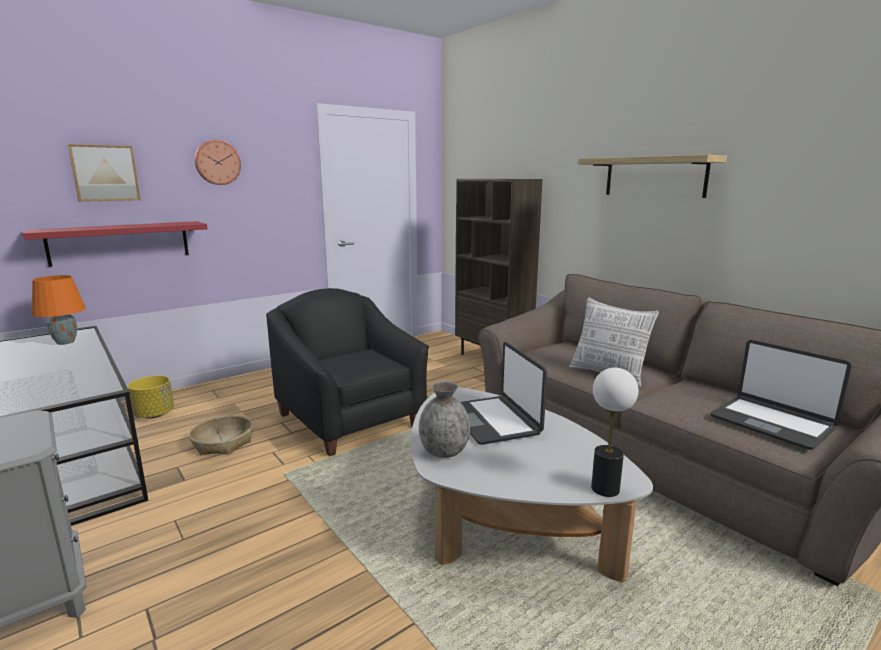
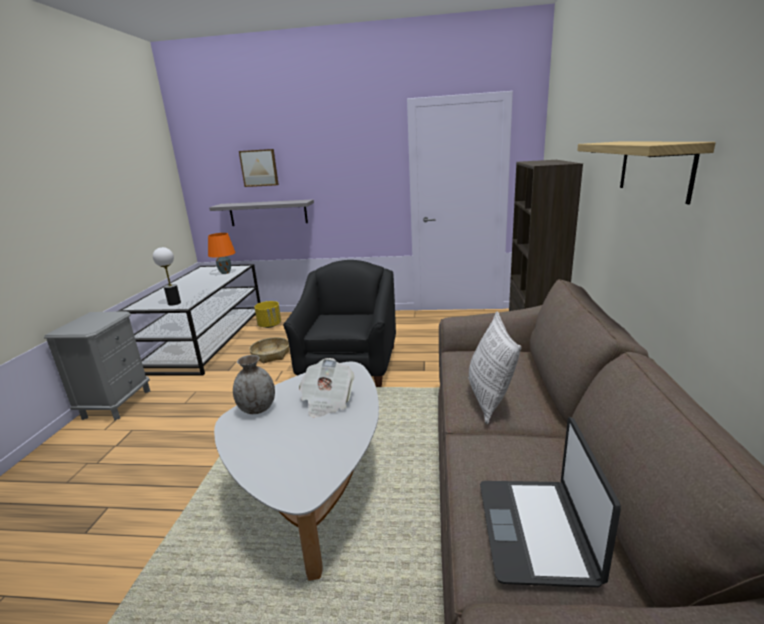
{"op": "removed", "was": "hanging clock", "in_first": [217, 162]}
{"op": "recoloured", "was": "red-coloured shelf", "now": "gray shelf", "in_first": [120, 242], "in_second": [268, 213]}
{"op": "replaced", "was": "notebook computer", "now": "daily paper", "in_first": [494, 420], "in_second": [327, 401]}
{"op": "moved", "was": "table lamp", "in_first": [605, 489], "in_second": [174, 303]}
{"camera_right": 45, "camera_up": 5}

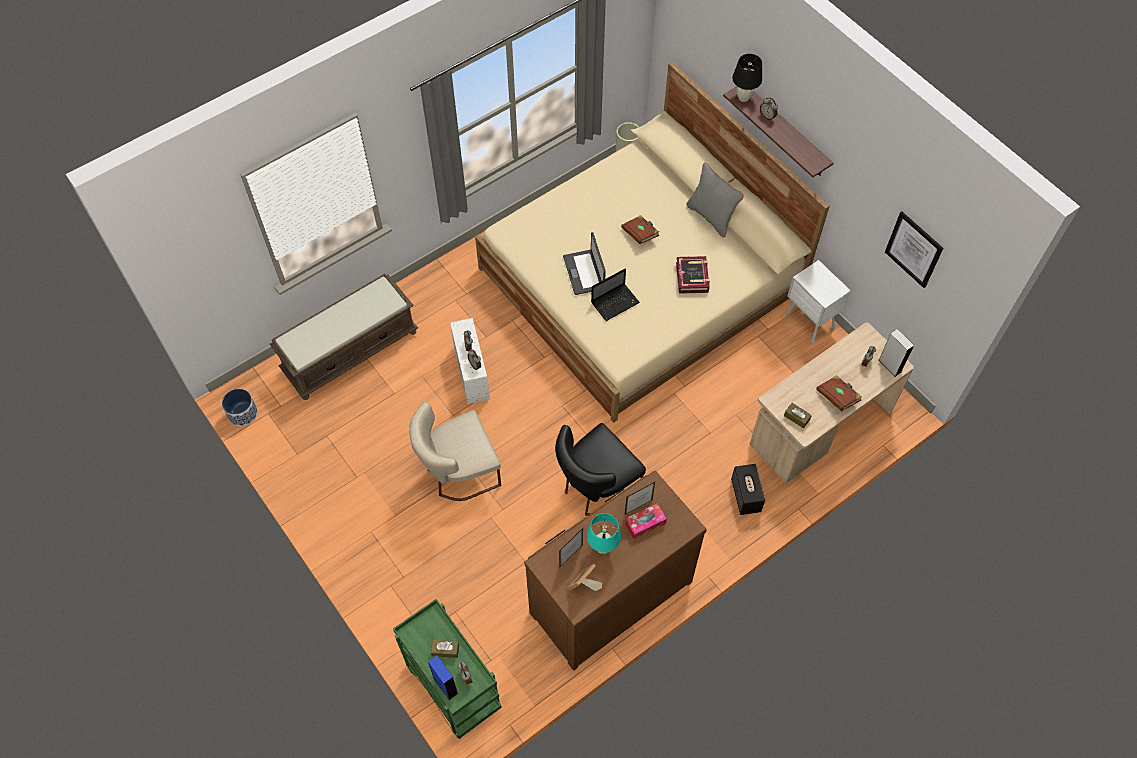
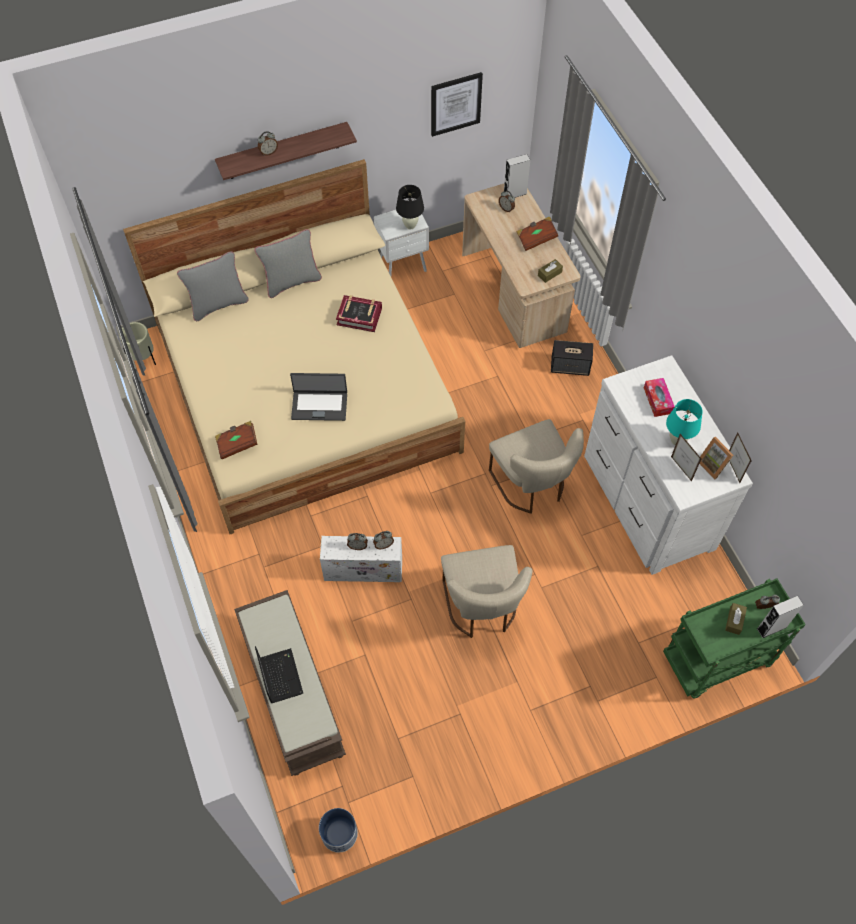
{"op": "moved", "was": "black-coloured table lamp", "in_first": [743, 97], "in_second": [410, 225]}
{"op": "moved", "was": "brown book", "in_first": [640, 234], "in_second": [237, 444]}
{"op": "moved", "was": "notebook computer", "in_first": [615, 302], "in_second": [280, 675]}
{"op": "recoloured", "was": "black-coloured chair", "now": "sand-coloured chair", "in_first": [595, 488], "in_second": [532, 485]}
{"op": "recoloured", "was": "brown dresser", "now": "whitish dresser", "in_first": [608, 595], "in_second": [646, 502]}
{"op": "moved", "was": "photo frame", "in_first": [638, 507], "in_second": [733, 469]}
{"op": "recoloured", "was": "blue loudspeaker", "now": "gray loudspeaker", "in_first": [445, 685], "in_second": [771, 628]}
{"op": "added", "now": "gray pillow", "in_second": [218, 304]}
{"camera_right": -75, "camera_up": 0}

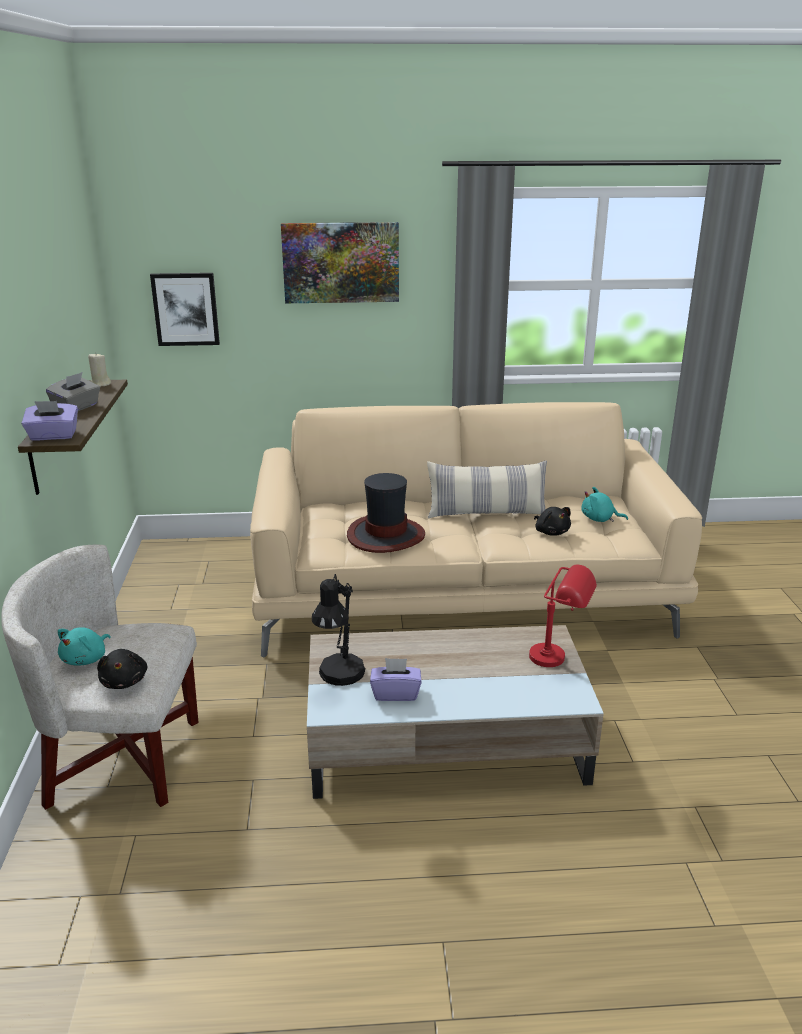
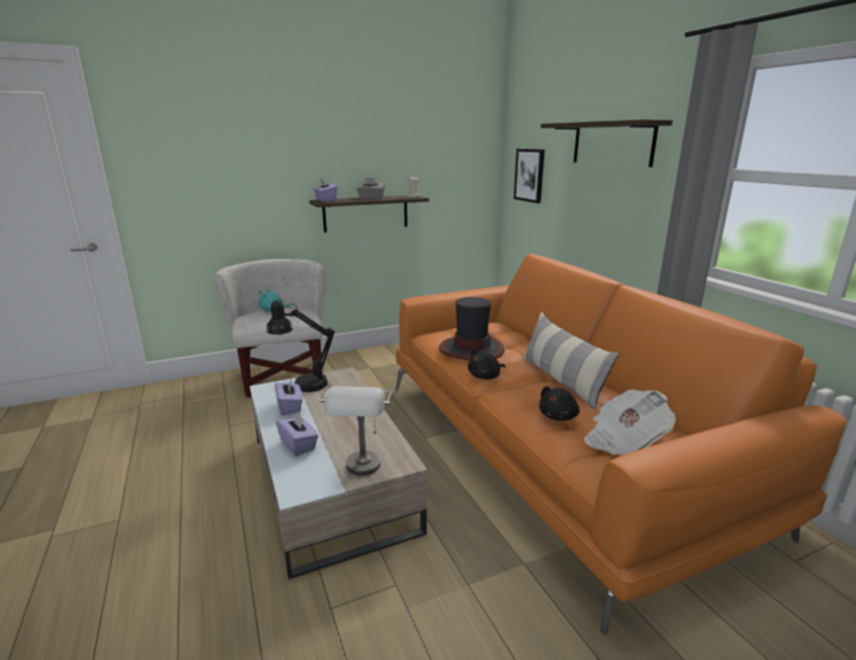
{"op": "replaced", "was": "wall art", "now": "shelf", "in_first": [341, 262], "in_second": [612, 143]}
{"op": "recoloured", "was": "sand-coloured couch", "now": "orange couch", "in_first": [463, 590], "in_second": [552, 450]}
{"op": "replaced", "was": "turquoise-coloured plush toy", "now": "daily paper", "in_first": [599, 519], "in_second": [624, 440]}
{"op": "recoloured", "was": "red-coloured table lamp", "now": "gray table lamp", "in_first": [559, 659], "in_second": [362, 472]}
{"op": "moved", "was": "black-coloured plush toy", "in_first": [124, 681], "in_second": [485, 376]}
{"op": "added", "now": "purplish box of tissues", "in_second": [298, 445]}
{"camera_right": 70, "camera_up": -5}

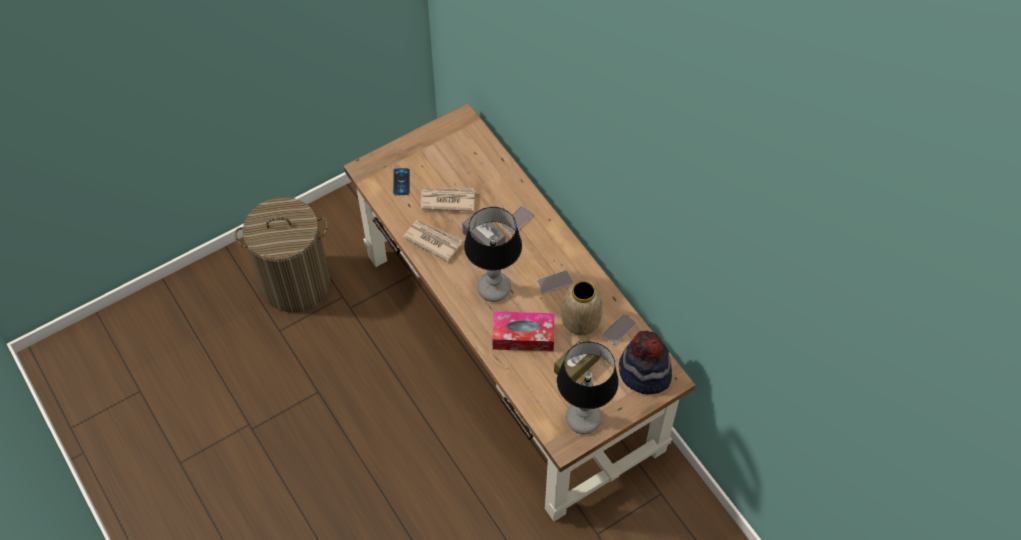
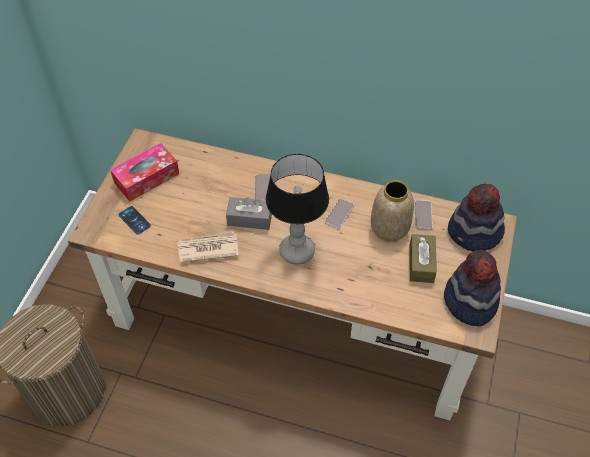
{"op": "removed", "was": "daily paper", "in_first": [447, 200]}
{"op": "moved", "was": "box of tissues", "in_first": [523, 336], "in_second": [146, 178]}
{"op": "replaced", "was": "table lamp", "now": "hat", "in_first": [582, 419], "in_second": [469, 301]}
{"camera_right": -40, "camera_up": -5}

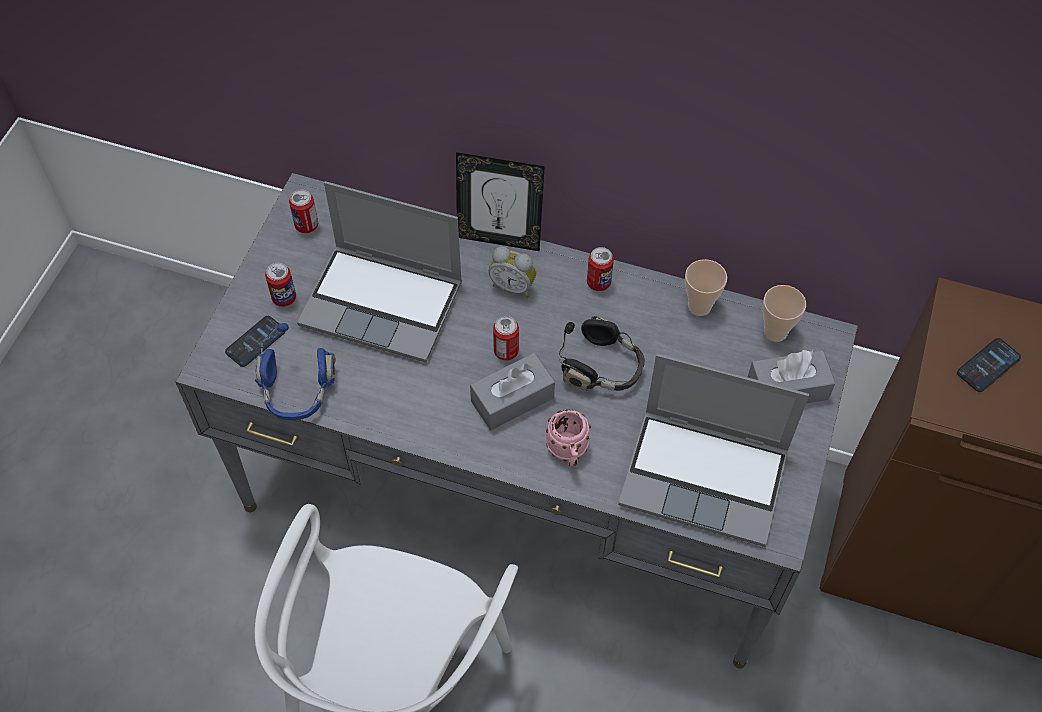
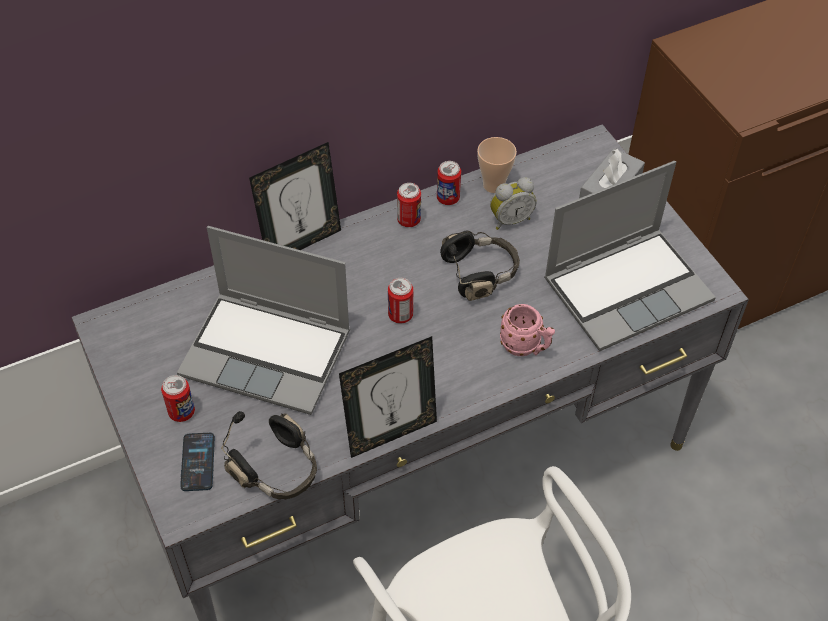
{"op": "turned", "was": "notebook computer", "in_first": [384, 303], "in_second": [269, 353], "clockwise": 45}
{"op": "moved", "was": "can", "in_first": [306, 225], "in_second": [448, 198]}
{"op": "moved", "was": "bedside clock", "in_first": [513, 286], "in_second": [510, 219]}
{"op": "removed", "was": "drinking cup", "in_first": [775, 332]}
{"op": "recoloured", "was": "blue pair of headphones", "now": "black-coloured pair of headphones", "in_first": [297, 391], "in_second": [277, 470]}
{"op": "removed", "was": "telephone", "in_first": [988, 365]}
{"op": "removed", "was": "gray box of tissues", "in_first": [512, 399]}
{"op": "added", "now": "photo frame", "in_second": [390, 433]}
{"camera_right": -45, "camera_up": -5}

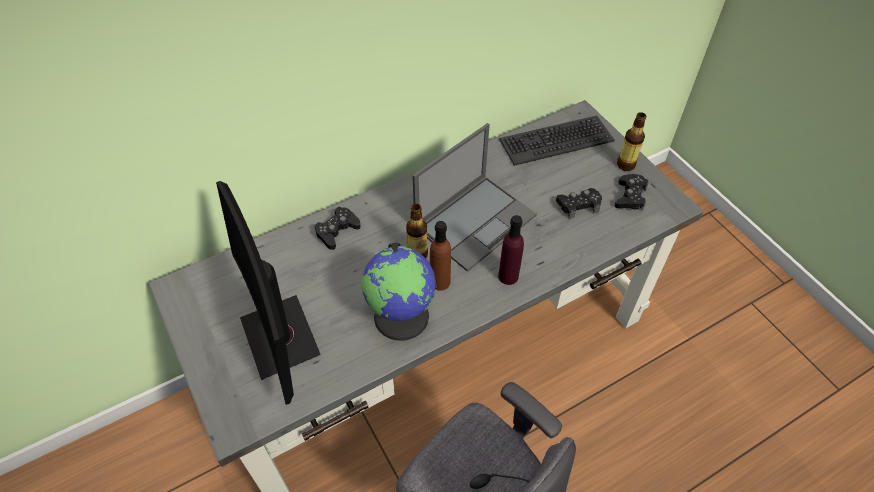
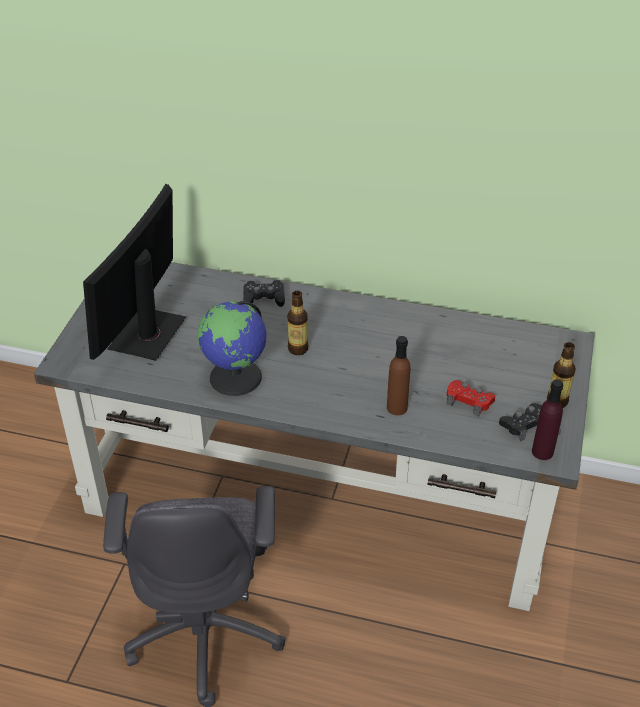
{"op": "removed", "was": "PC keyboard", "in_first": [556, 140]}
{"op": "removed", "was": "notebook computer", "in_first": [476, 220]}
{"op": "recoloured", "was": "black-coloured joypad", "now": "red-coloured joypad", "in_first": [578, 205], "in_second": [469, 401]}
{"op": "moved", "was": "purplish bottle", "in_first": [508, 276], "in_second": [542, 452]}
{"op": "moved", "was": "brown bottle", "in_first": [440, 282], "in_second": [397, 407]}
{"camera_right": 45, "camera_up": -10}

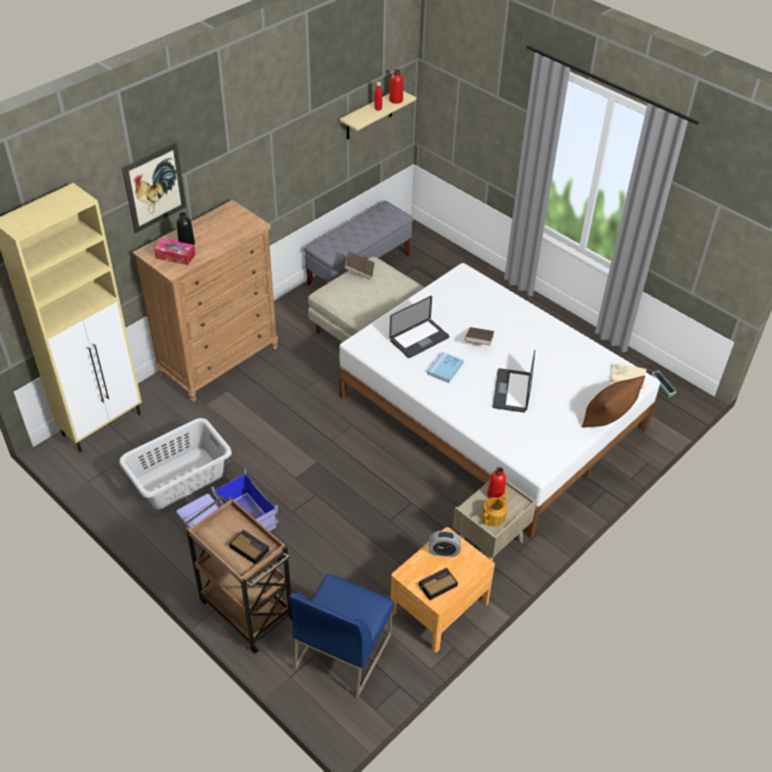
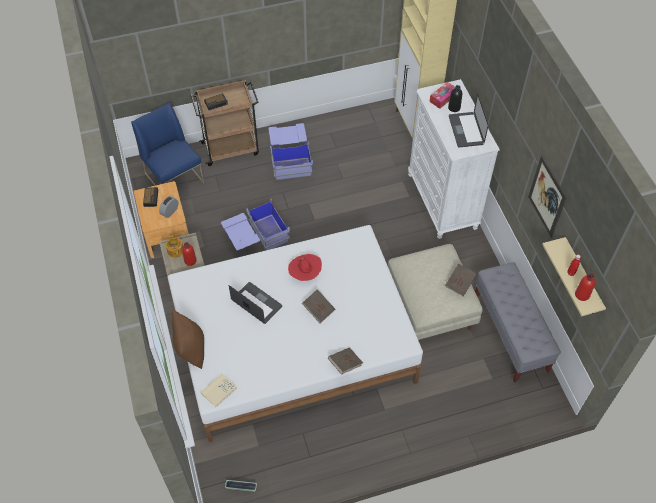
{"op": "moved", "was": "wall art", "in_first": [155, 187], "in_second": [547, 196]}
{"op": "recoloured", "was": "brown dresser", "now": "whitish dresser", "in_first": [219, 361], "in_second": [442, 201]}
{"op": "moved", "was": "notebook computer", "in_first": [419, 339], "in_second": [466, 130]}
{"op": "replaced", "was": "blue book", "now": "red-coloured hat", "in_first": [445, 368], "in_second": [305, 274]}
{"op": "removed", "was": "gray washing basket", "in_first": [179, 478]}
{"op": "added", "now": "blue storage box", "in_second": [256, 238]}
{"op": "added", "now": "brown book", "in_second": [345, 364]}
{"camera_right": 120, "camera_up": 10}

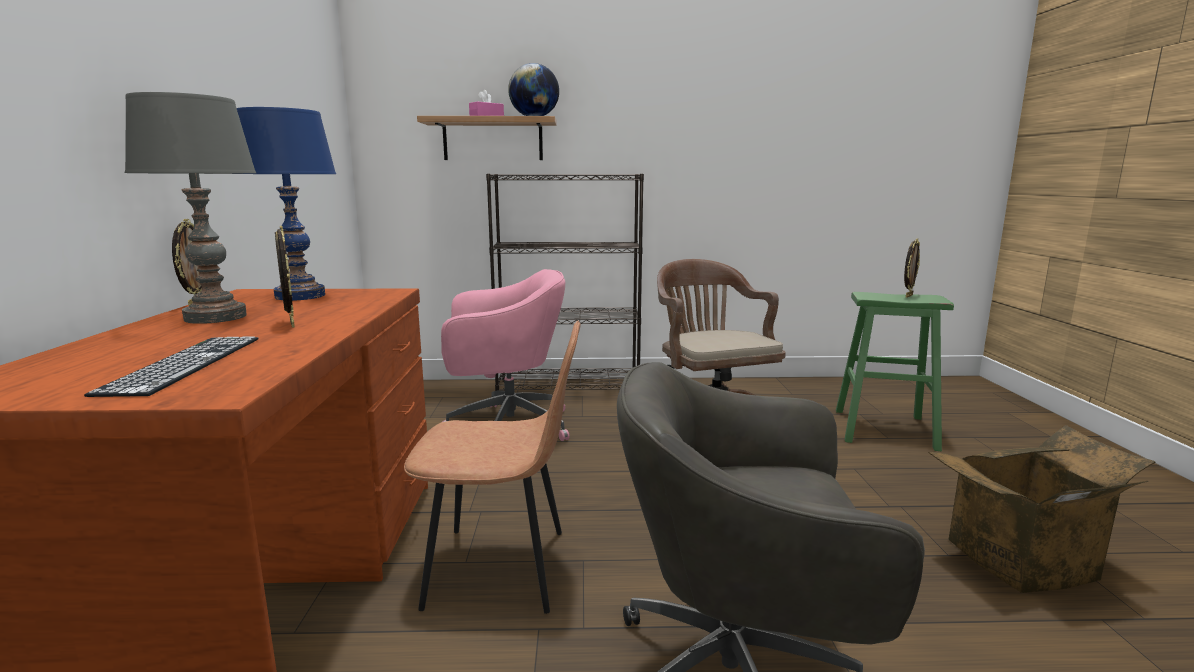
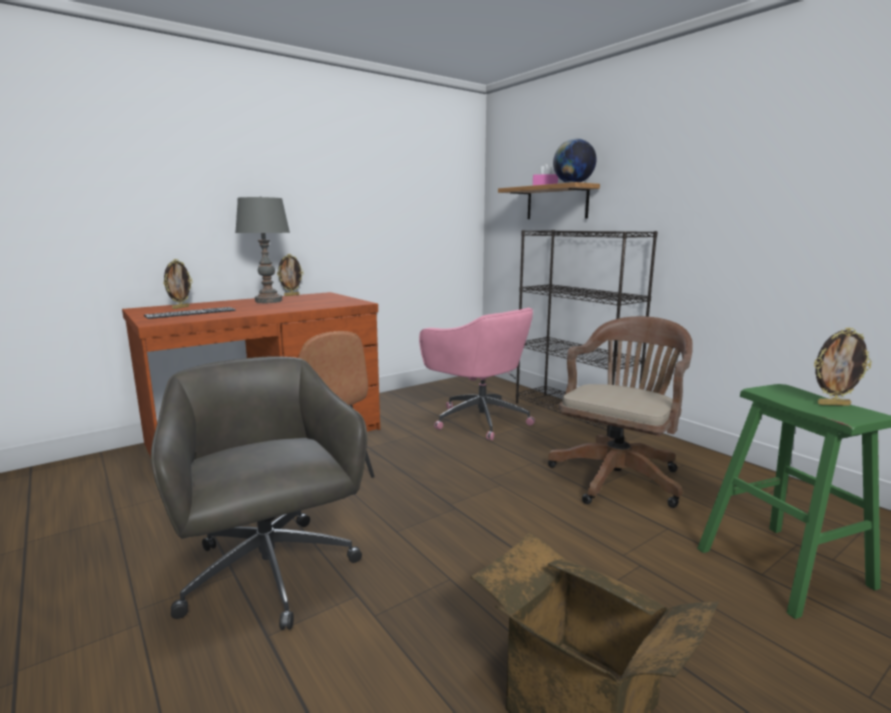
{"op": "removed", "was": "blue table lamp", "in_first": [300, 296]}
{"op": "moved", "was": "photo frame", "in_first": [290, 324], "in_second": [180, 307]}
{"camera_right": 55, "camera_up": 0}

